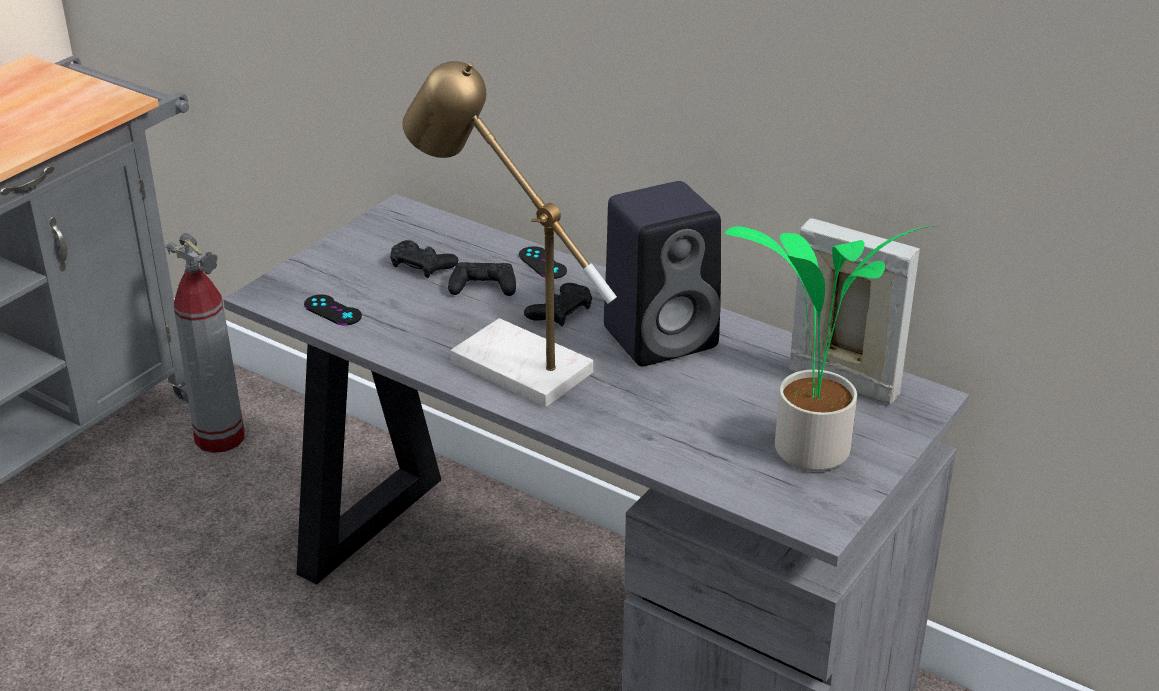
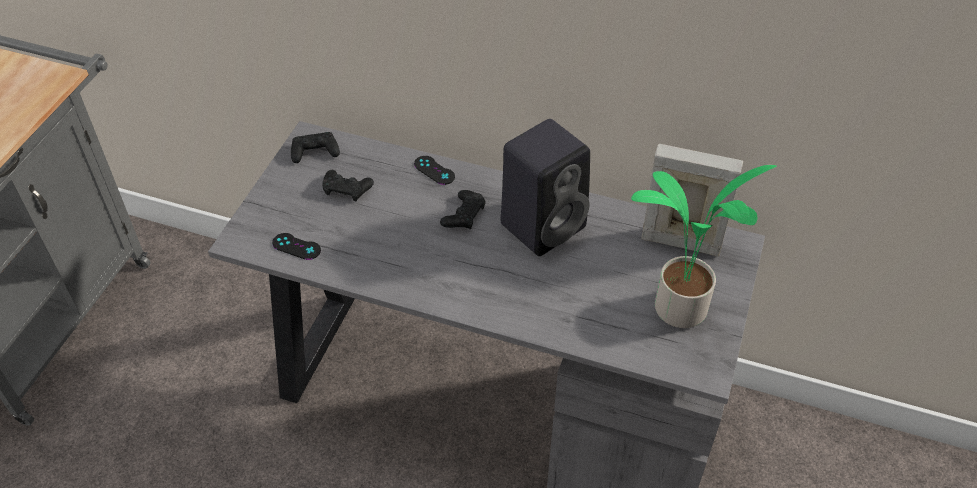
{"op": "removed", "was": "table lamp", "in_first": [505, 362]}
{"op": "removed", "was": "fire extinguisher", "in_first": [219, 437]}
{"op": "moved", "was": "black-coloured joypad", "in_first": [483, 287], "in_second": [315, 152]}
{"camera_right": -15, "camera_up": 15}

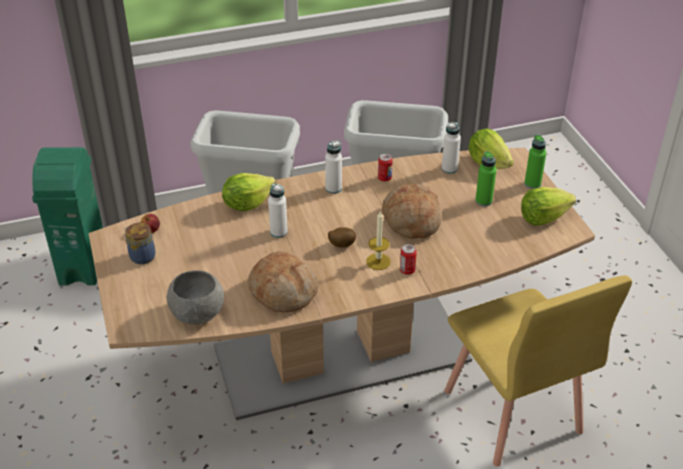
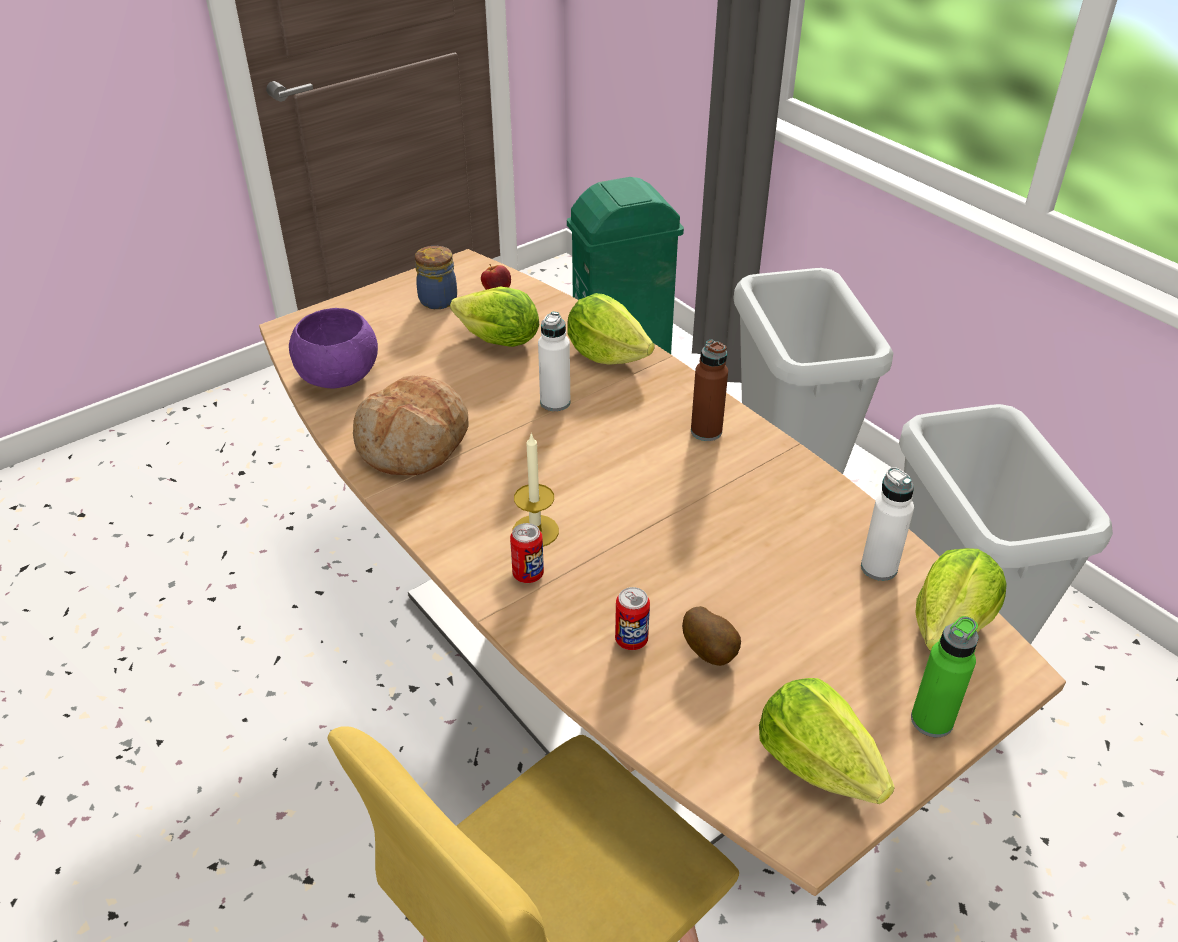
{"op": "recoloured", "was": "whitish bottle", "now": "brown bottle", "in_first": [333, 188], "in_second": [706, 431]}
{"op": "removed", "was": "greenish bottle", "in_first": [483, 201]}
{"op": "moved", "was": "can", "in_first": [384, 178], "in_second": [631, 640]}
{"op": "removed", "was": "bread", "in_first": [411, 220]}
{"op": "moved", "was": "potato", "in_first": [341, 245], "in_second": [711, 652]}
{"op": "recoloured", "was": "gray serving bowl", "now": "purplish serving bowl", "in_first": [198, 313], "in_second": [338, 376]}
{"op": "added", "now": "lettuce head", "in_second": [499, 341]}
{"camera_right": 70, "camera_up": 0}

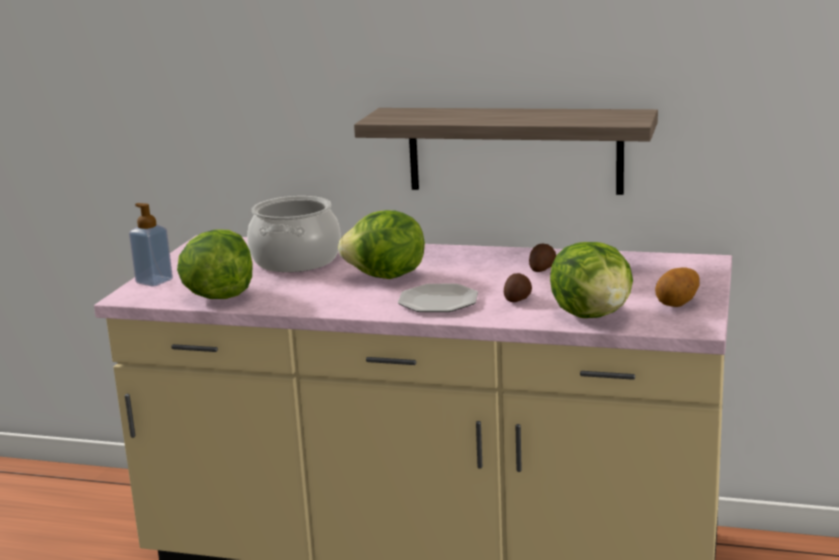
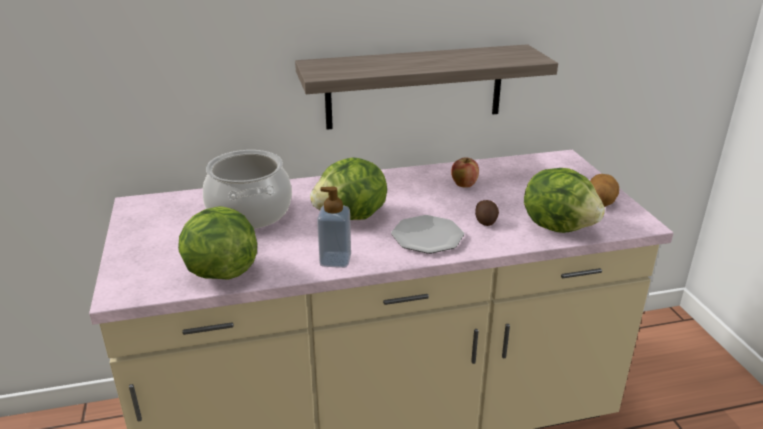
{"op": "moved", "was": "soap dispenser", "in_first": [154, 281], "in_second": [335, 260]}
{"op": "replaced", "was": "potato", "now": "whole apple", "in_first": [541, 268], "in_second": [464, 185]}
{"camera_right": -30, "camera_up": 10}

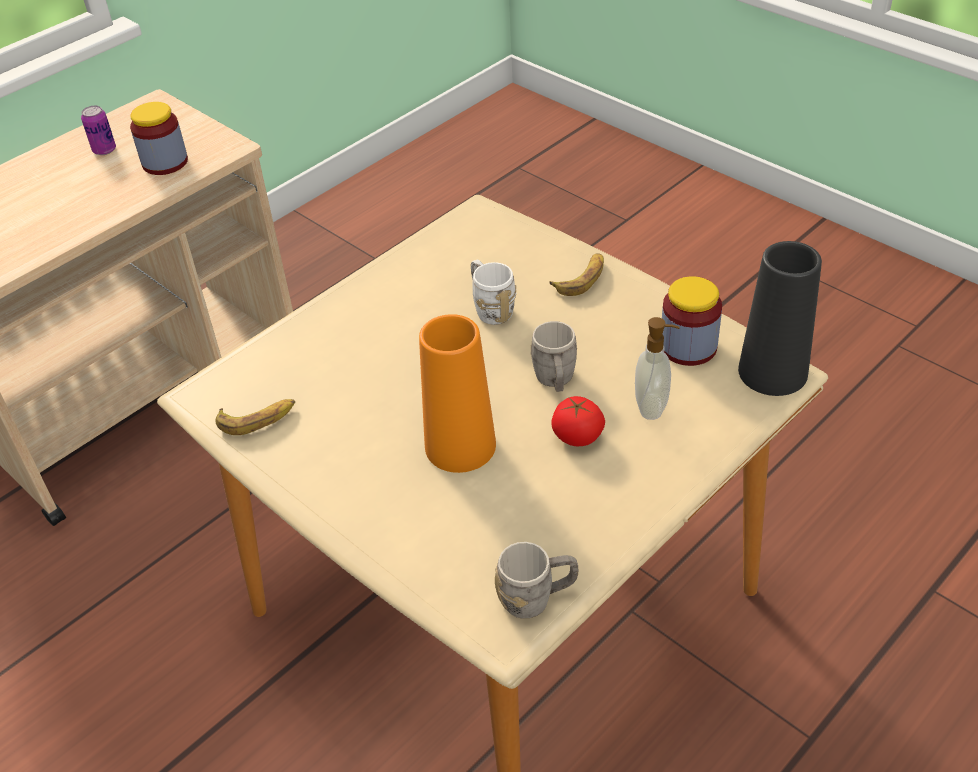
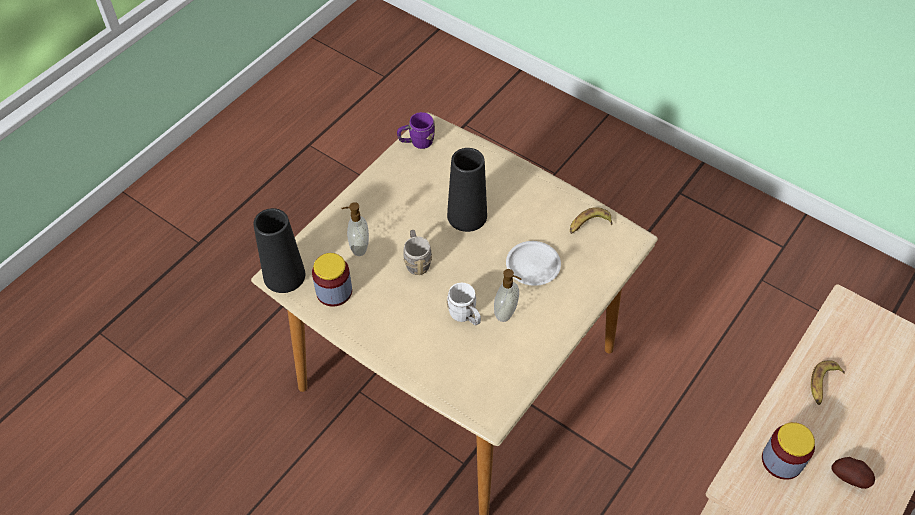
{"op": "replaced", "was": "can", "now": "potato", "in_first": [104, 150], "in_second": [849, 477]}
{"op": "moved", "was": "whole banana", "in_first": [581, 279], "in_second": [823, 384]}
{"op": "recoloured", "was": "orange decorative vase", "now": "black-coloured decorative vase", "in_first": [460, 446], "in_second": [467, 216]}
{"op": "removed", "was": "fresh tomato", "in_first": [577, 436]}
{"op": "recoloured", "was": "gray tea mug", "now": "purplish tea mug", "in_first": [537, 598], "in_second": [417, 142]}
{"op": "added", "now": "whitish dinner plate", "in_second": [533, 266]}
{"op": "added", "now": "soap dispenser", "in_second": [506, 312]}
{"camera_right": 170, "camera_up": 10}

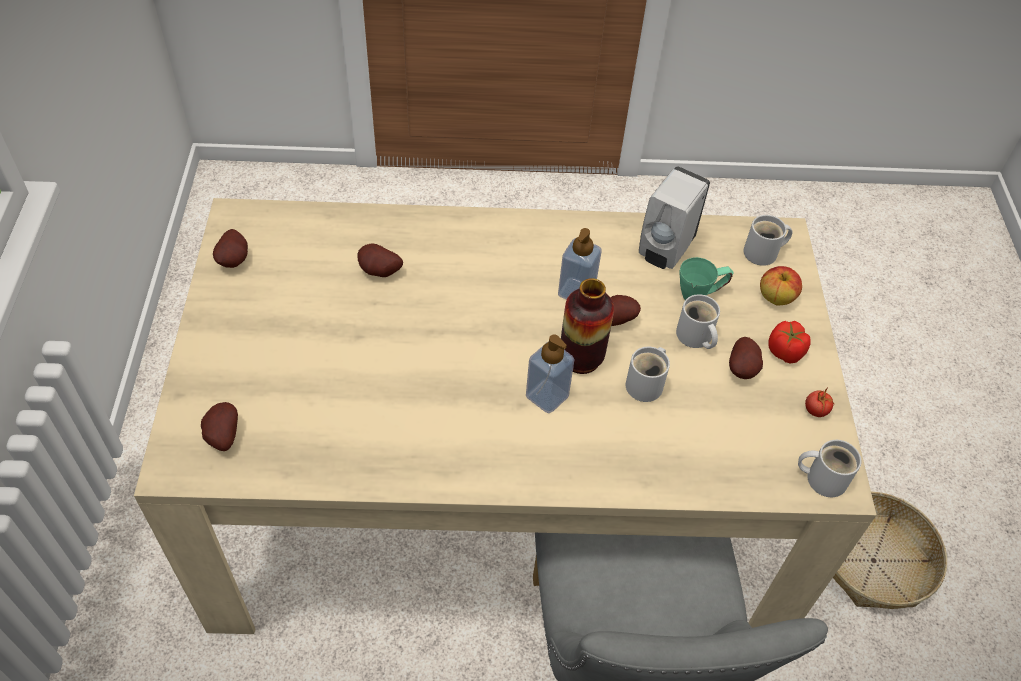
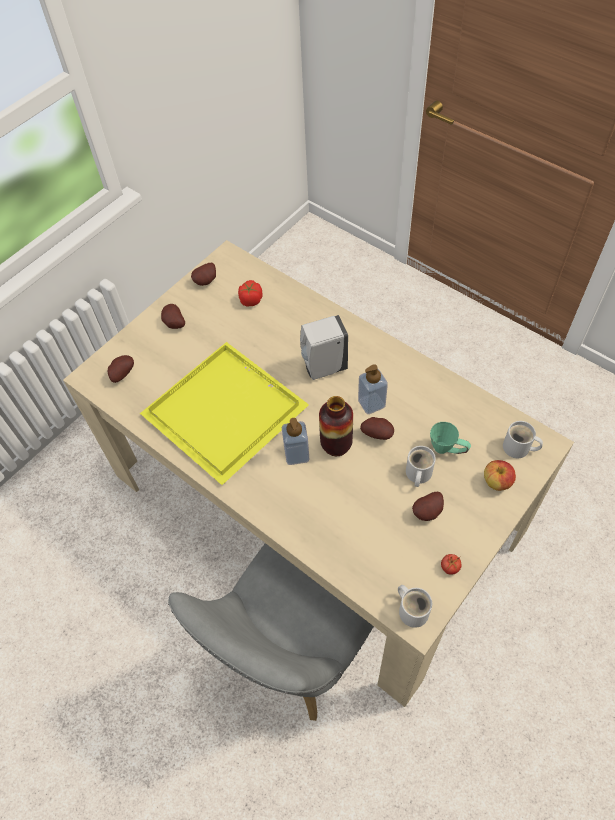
{"op": "moved", "was": "whitish soap dispenser", "in_first": [664, 251], "in_second": [323, 368]}
{"op": "moved", "was": "potato", "in_first": [379, 272], "in_second": [174, 324]}
{"op": "moved", "was": "fresh tomato", "in_first": [785, 351], "in_second": [251, 300]}
{"op": "removed", "was": "whitish tea mug", "in_first": [647, 384]}
{"op": "removed", "was": "storage basket", "in_first": [872, 560]}
{"op": "added", "now": "yellow serving tray", "in_second": [228, 412]}
{"camera_right": 45, "camera_up": 5}

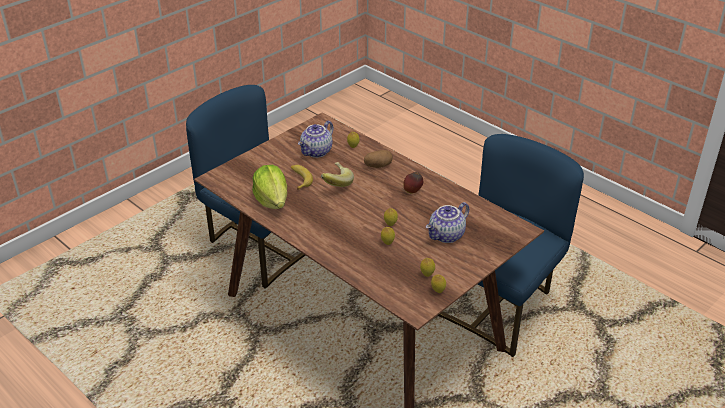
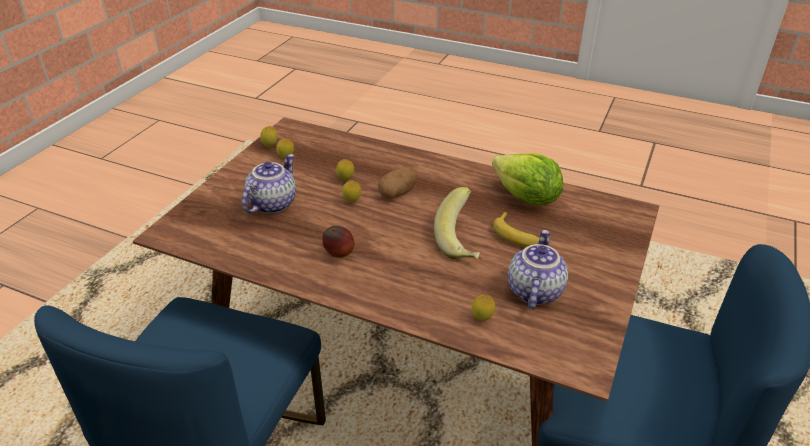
{"op": "moved", "was": "potato", "in_first": [378, 166], "in_second": [398, 193]}
{"camera_right": 160, "camera_up": 0}

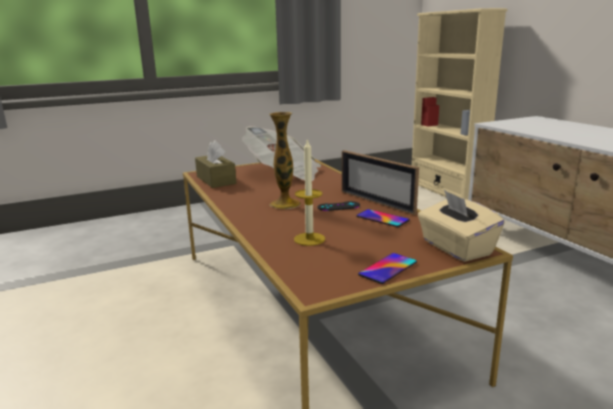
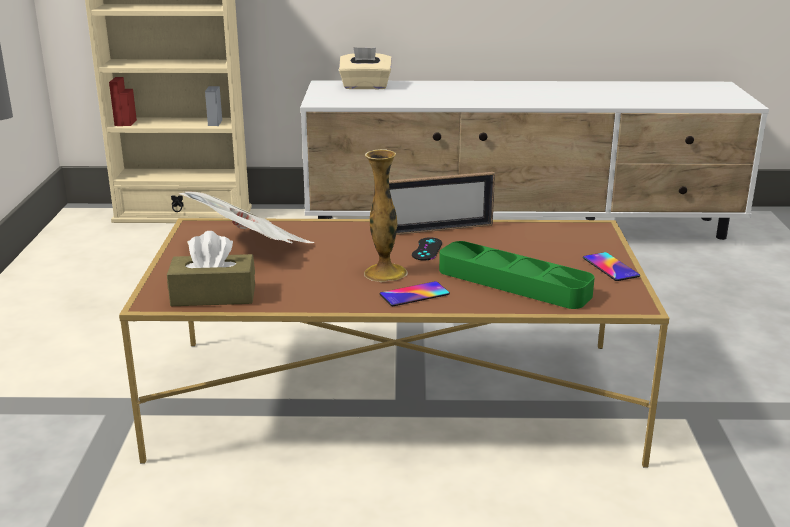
{"op": "replaced", "was": "wax candle", "now": "greenish serving tray", "in_first": [309, 239], "in_second": [513, 282]}
{"op": "moved", "was": "sand-coloured box of tissues", "in_first": [455, 248], "in_second": [365, 86]}
{"op": "moved", "was": "telephone", "in_first": [382, 218], "in_second": [414, 294]}
{"camera_right": -65, "camera_up": 5}

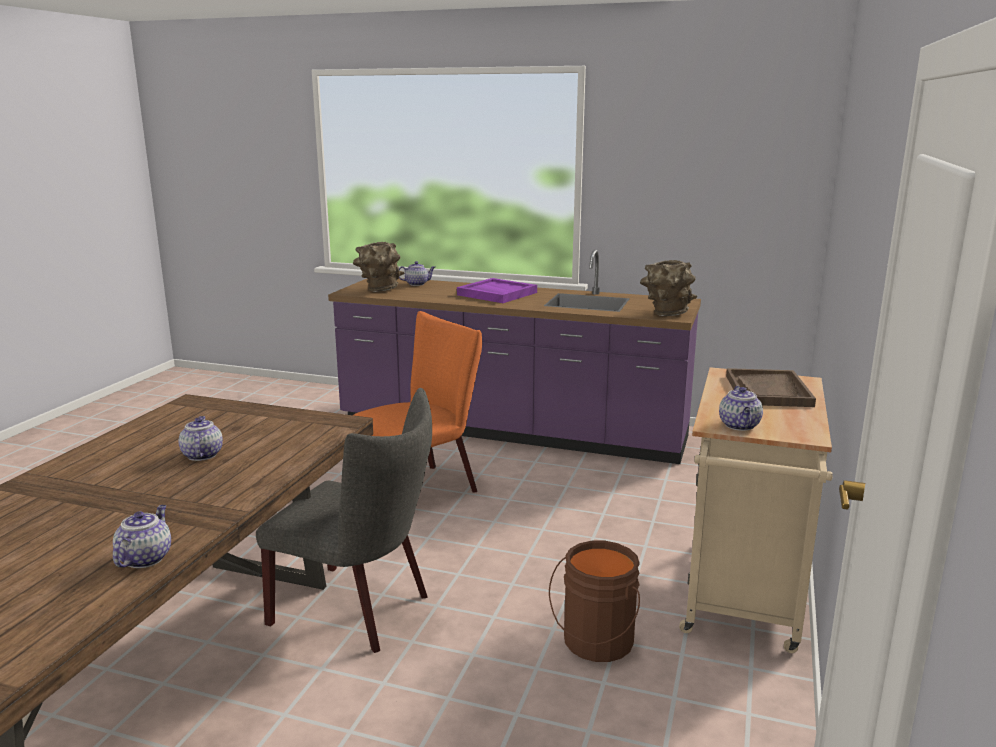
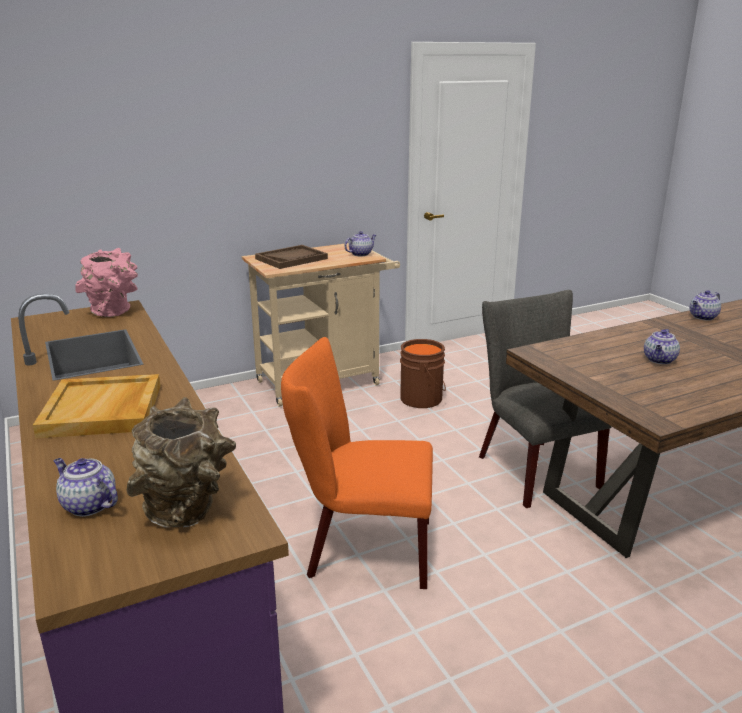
{"op": "recoloured", "was": "brown decorative vase", "now": "pinkish decorative vase", "in_first": [666, 314], "in_second": [114, 312]}
{"op": "recoloured", "was": "purplish serving tray", "now": "sand-coloured serving tray", "in_first": [496, 294], "in_second": [103, 410]}
{"camera_right": -135, "camera_up": 5}

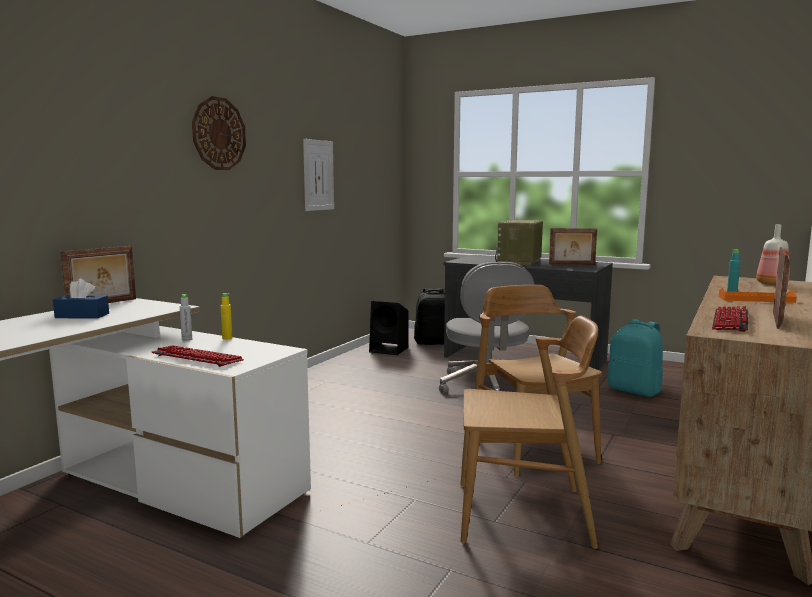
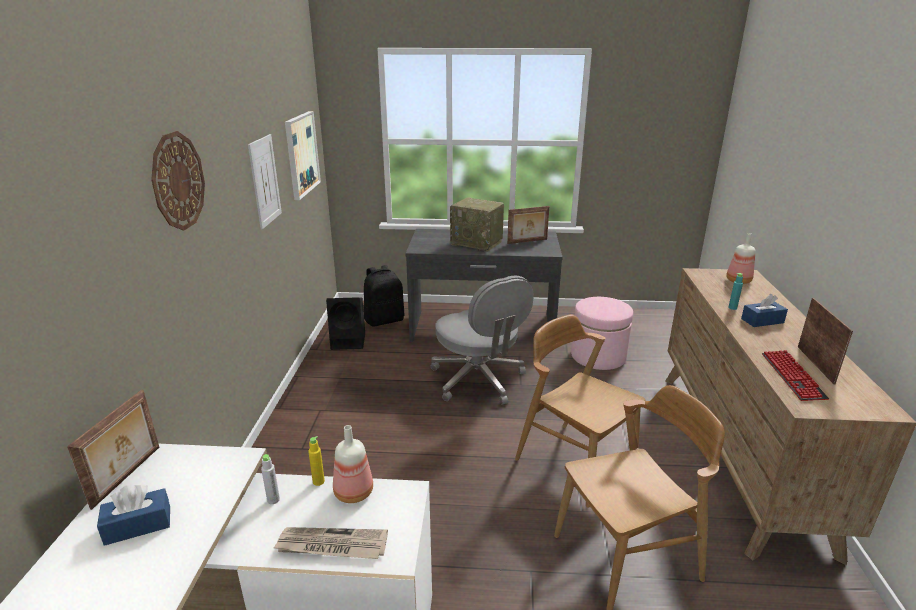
{"op": "turned", "was": "radio", "in_first": [519, 262], "in_second": [477, 243], "clockwise": -60}
{"op": "replaced", "was": "orange serving tray", "now": "blue box of tissues", "in_first": [756, 299], "in_second": [762, 321]}
{"op": "replaced", "was": "turquoise-coloured rucksack", "now": "pinkish pouffe", "in_first": [635, 390], "in_second": [598, 356]}
{"op": "replaced", "was": "PC keyboard", "now": "daily paper", "in_first": [197, 358], "in_second": [331, 546]}
{"op": "added", "now": "wall art", "in_second": [301, 154]}
{"op": "added", "now": "bottle", "in_second": [352, 493]}
{"camera_right": -25, "camera_up": 15}

